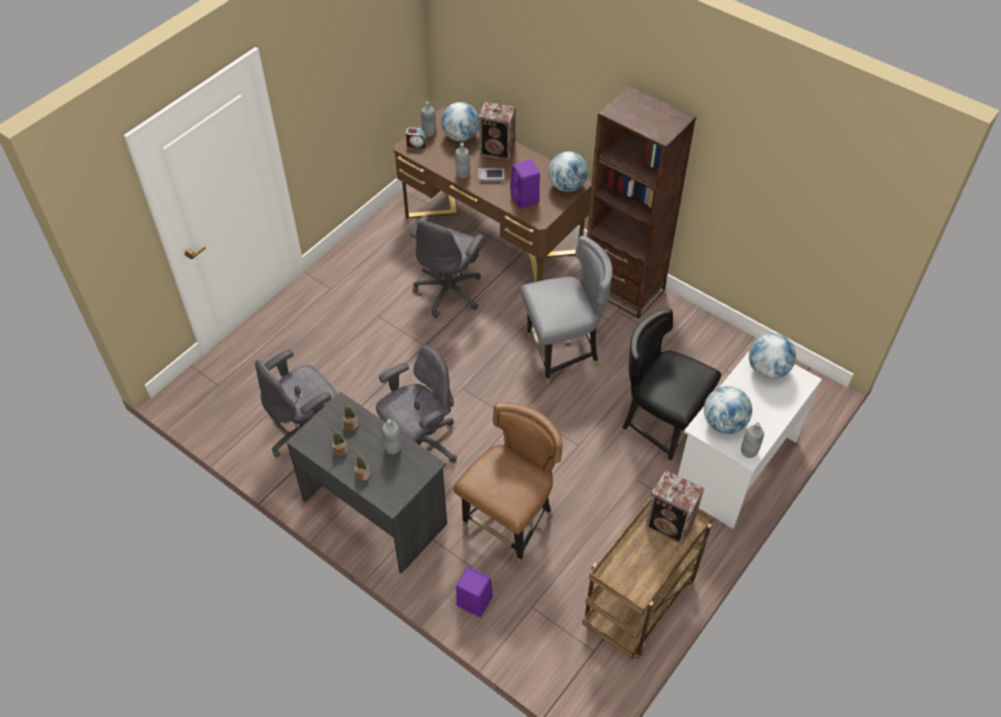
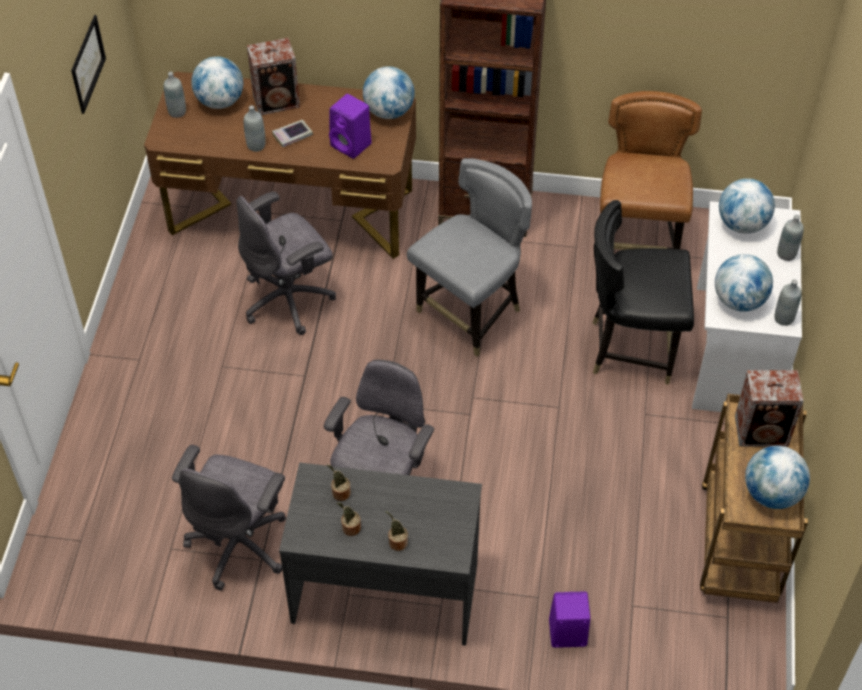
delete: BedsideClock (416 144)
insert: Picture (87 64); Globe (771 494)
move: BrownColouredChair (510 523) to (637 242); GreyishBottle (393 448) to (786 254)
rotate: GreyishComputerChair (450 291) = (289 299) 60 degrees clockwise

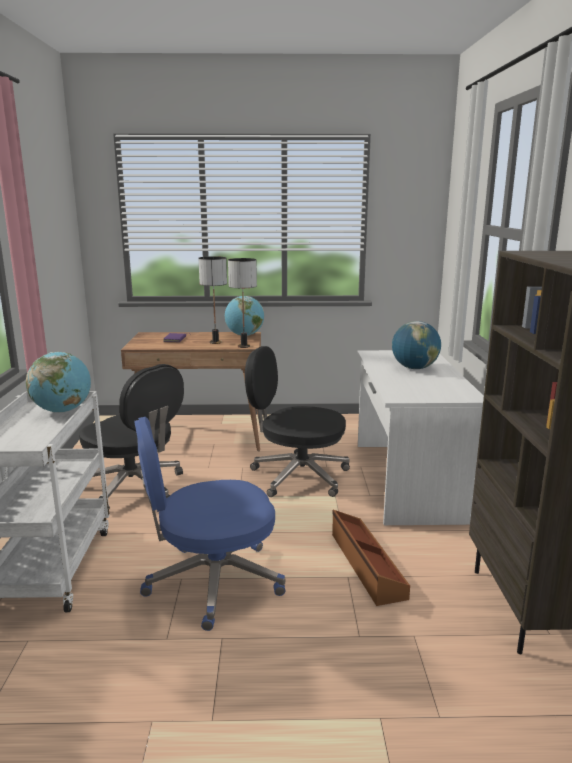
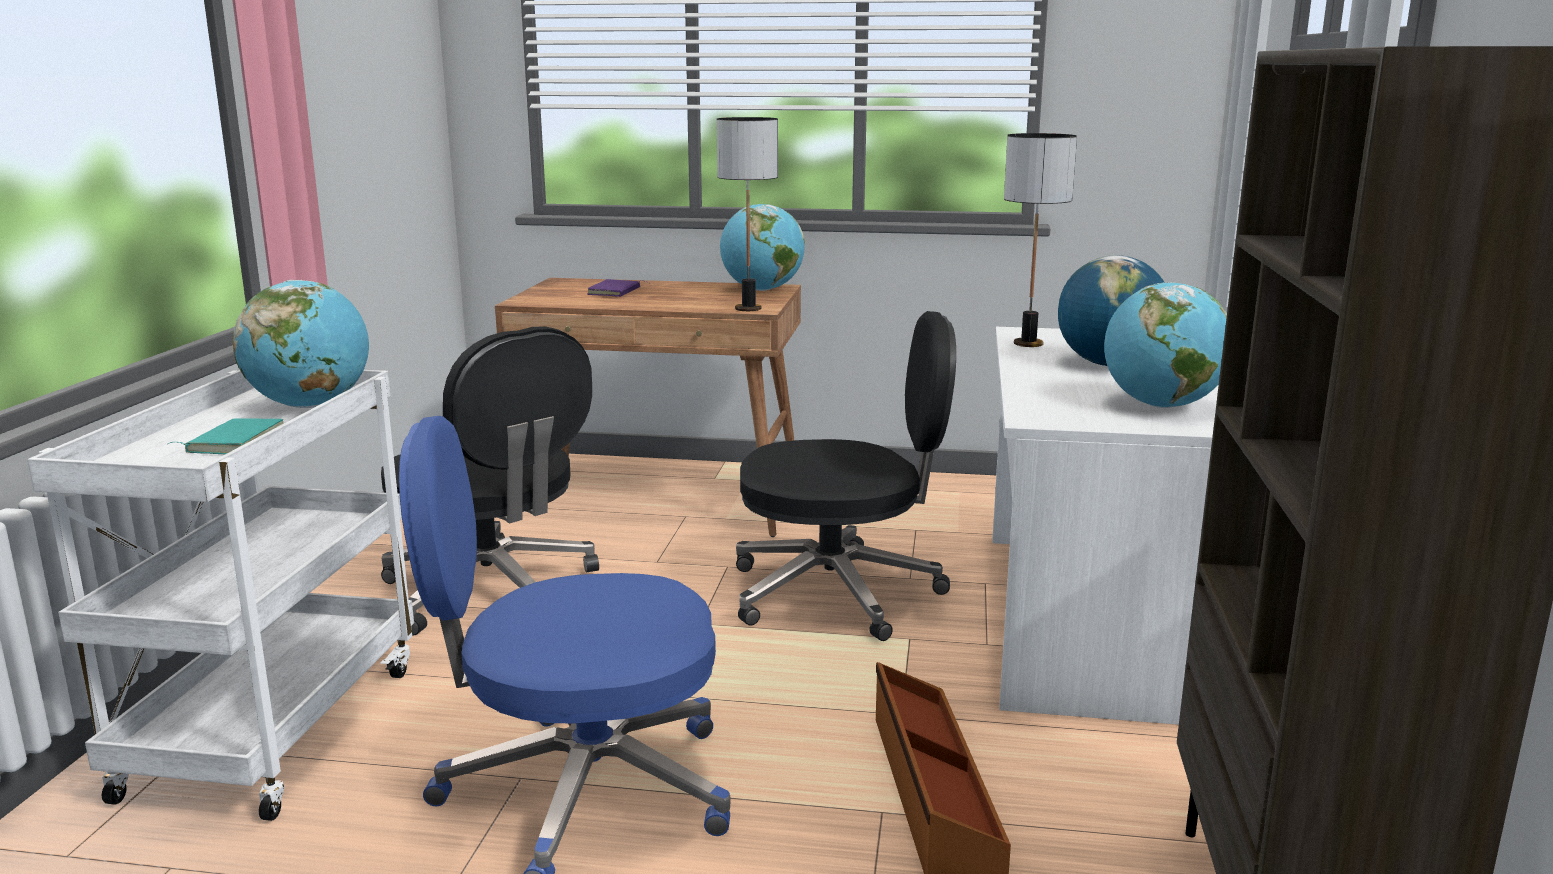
insert: TurquoiseBook (234 441); Globe (1161 406)
move: TableLamp (215 342) to (1027 344)
rotate: BlackishComputerChair (297 476) = (839 592) 150 degrees clockwise

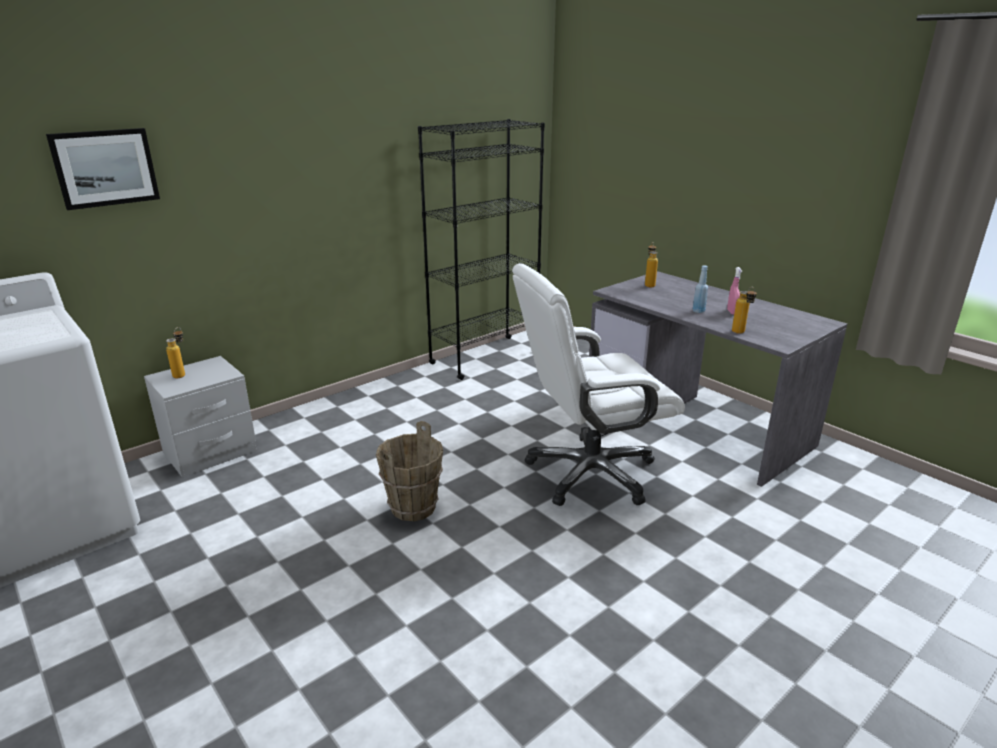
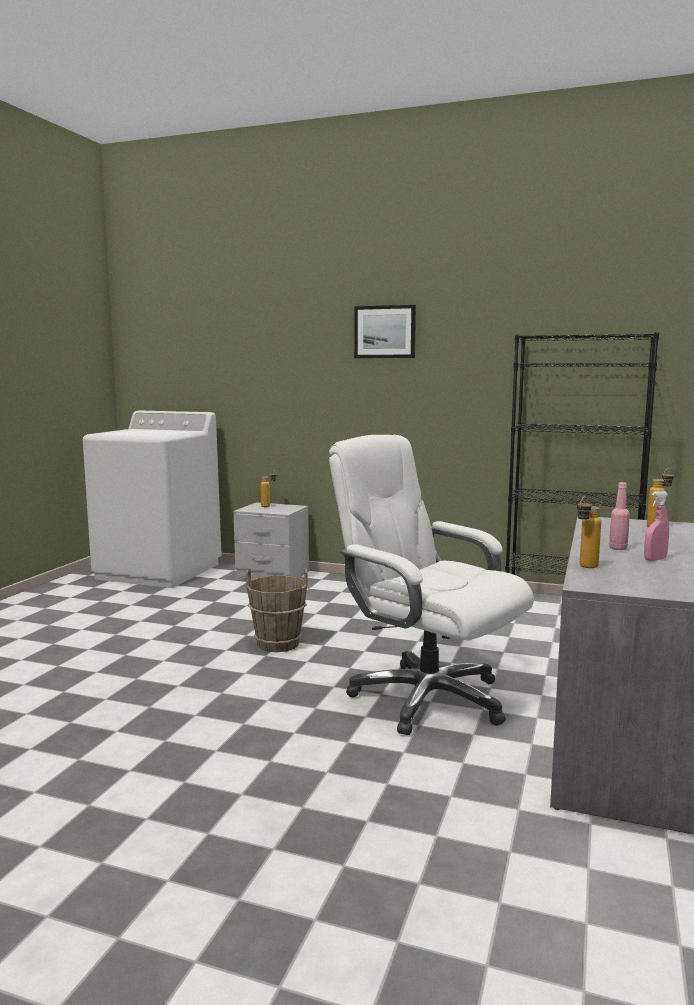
move: Picture (105 168) to (385 332)
recolor: BluishBottle (698 311) to PinkishBottle (618 548)

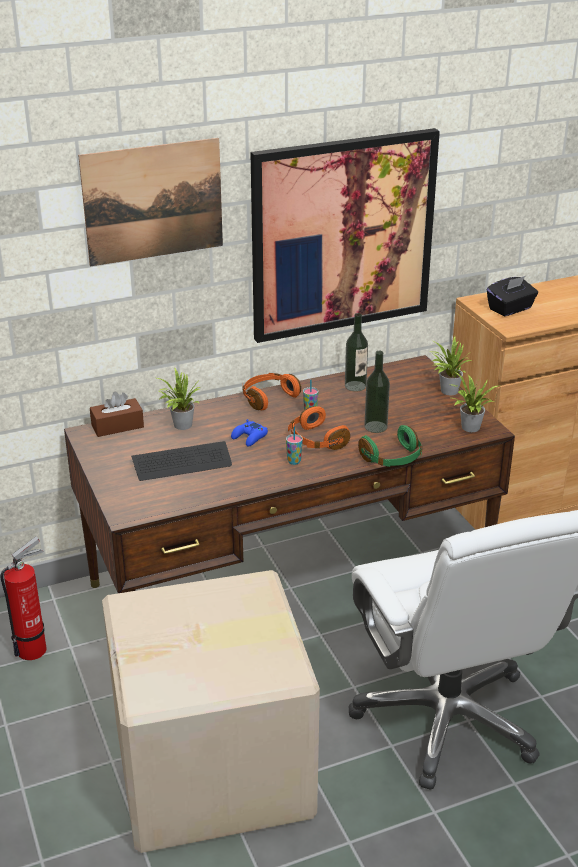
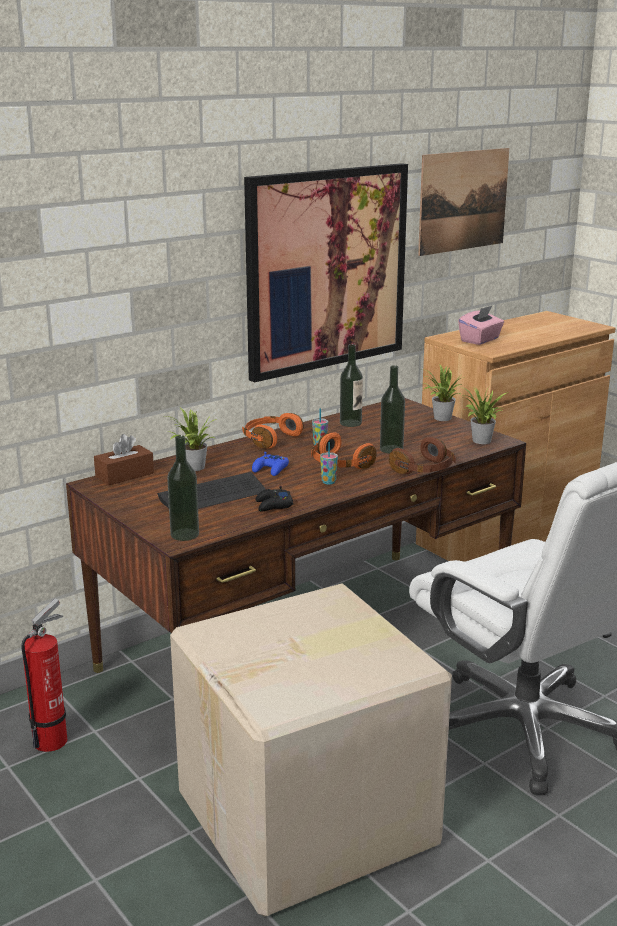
insert: Bottle (184 534); BlackishGamepad (273 505)
move: Picture (153 202) to (463 201)
recolor: GreenColouredPairOfHeadphones (393 459) to BrownColouredPairOfHeadphones (425 470); BlackishTissueBox (510 309) to PinkishTissueBox (480 340)

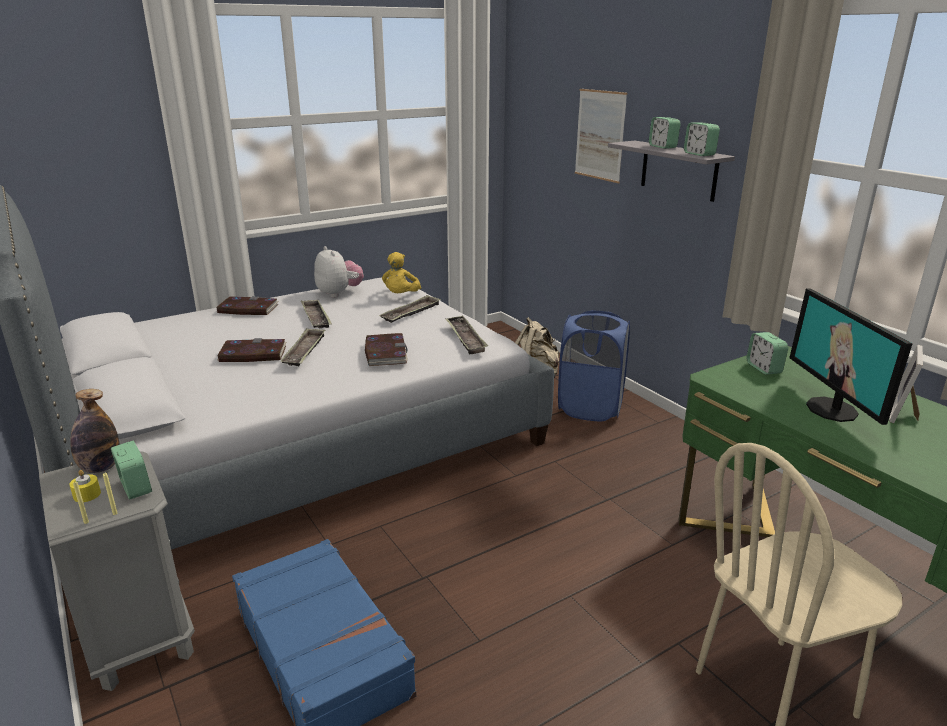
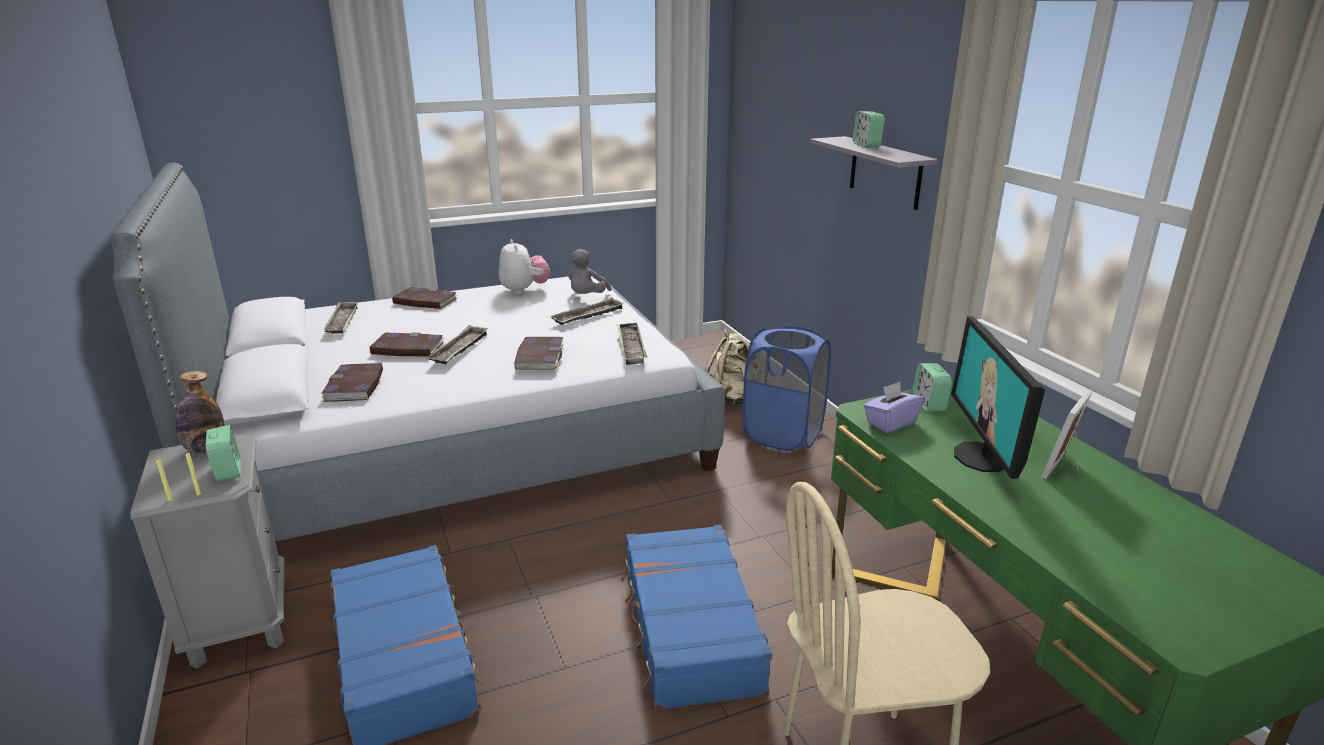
delete: YellowColouredCandle (87 495); Picture (600 135); BedsideClock (699 154)
insert: Book (354 386); BluishSuitcase (689 629); PurplishTissueBox (890 423)
move: ServingTray (316 318) to (342 322)
recolor: YellowColouredSoftToy (401 296) to GreyishSoftToy (587 297)

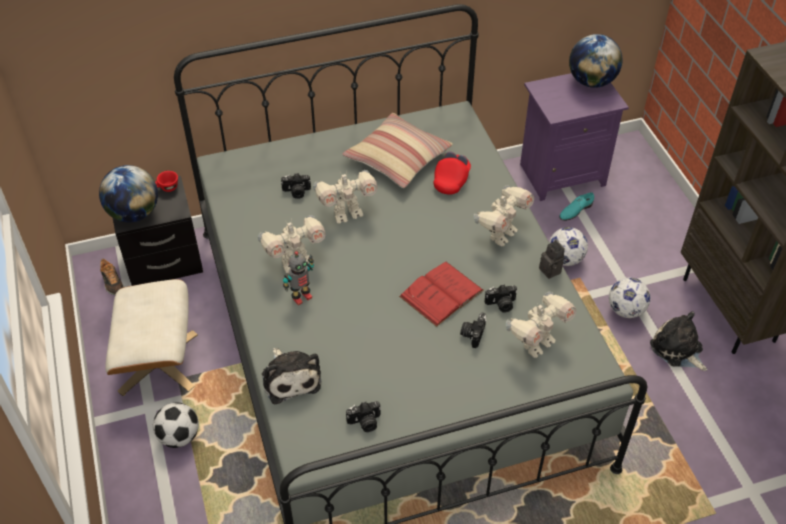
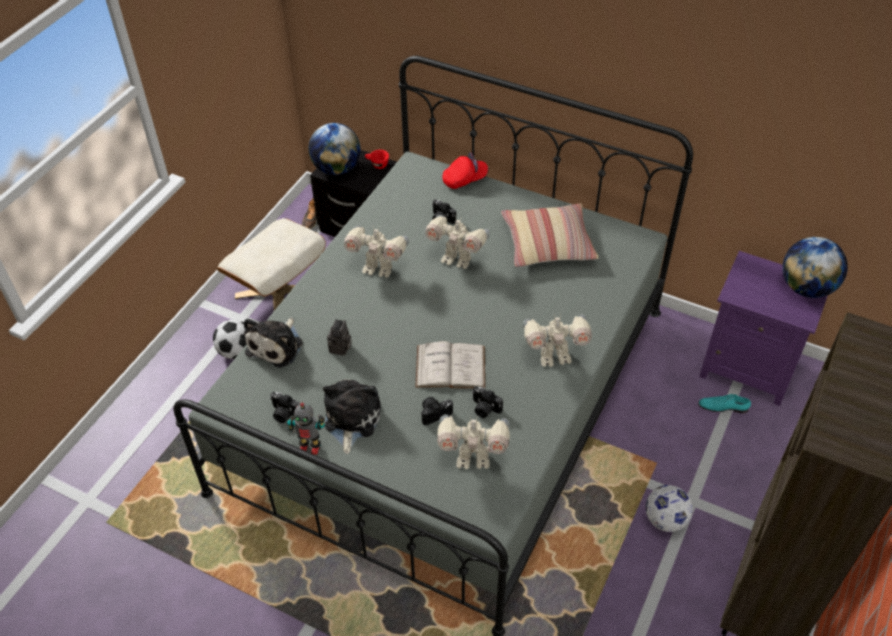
delete: Football (565 259)
move: ModelRobot (301 297) to (310 447); SoftToy (678 349) to (351 419); StillCamera (551 271) to (340 349); RedPeakedCap (451 180) to (465 179)
recolor: RedBook (441 293) to WhiteBook (450 366)

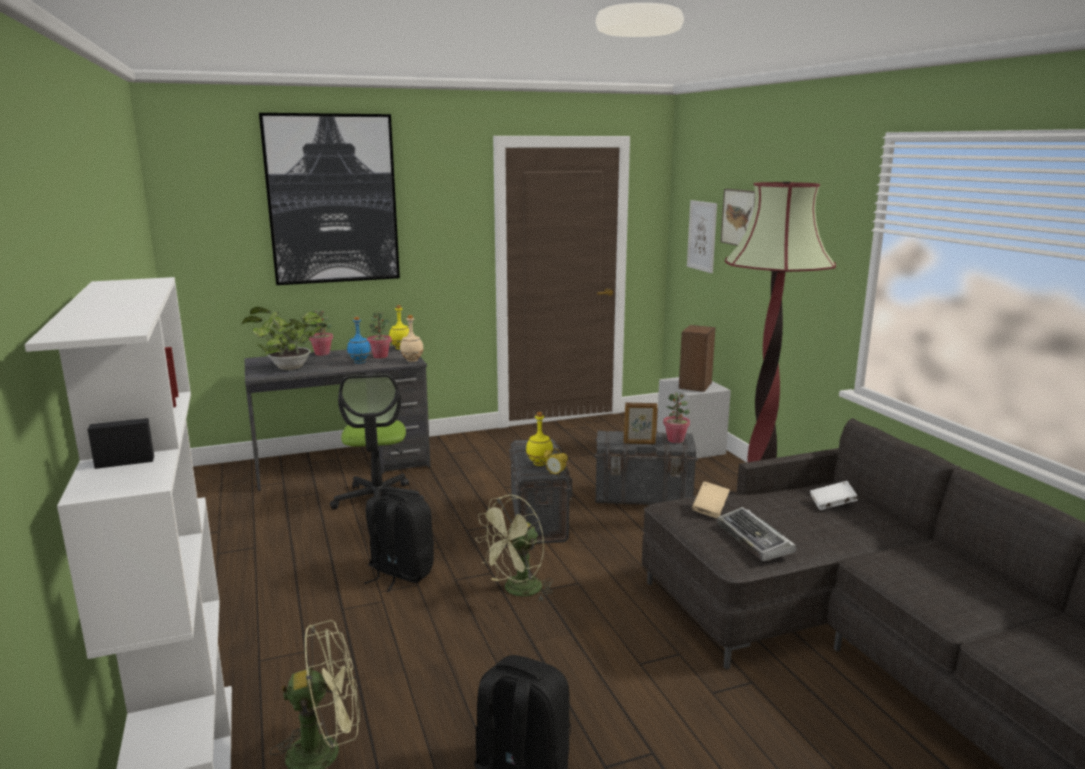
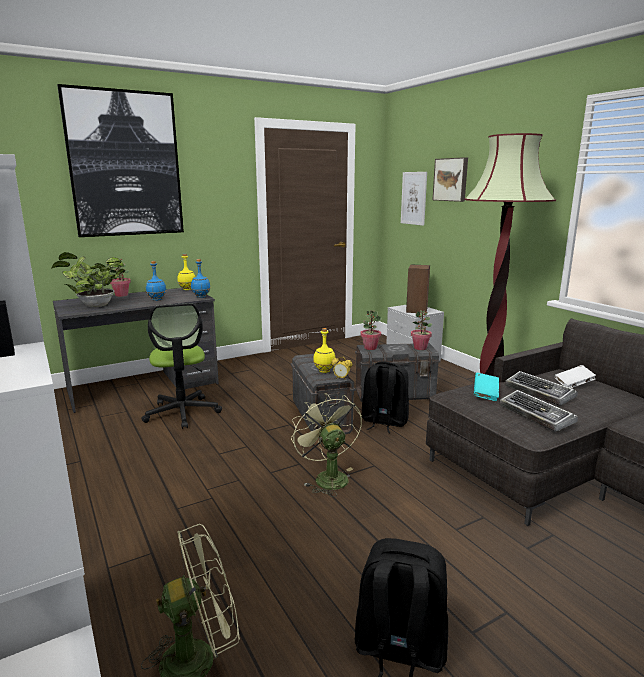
delete: PhotoFrame (639 443)
insert: ComputerKeyboard (540 393)
move: PlantInAPot (380 356) to (370 348); BlackishKnapsack (399 573) to (384 422)
recolor: SandColouredBottle (412 360) to BluishBottle (201 297); SandColouredBook (710 509) to TurquoiseBook (485 394)
rotate: GreenColouredElectricFan (517 591) = (327 477) 120 degrees clockwise

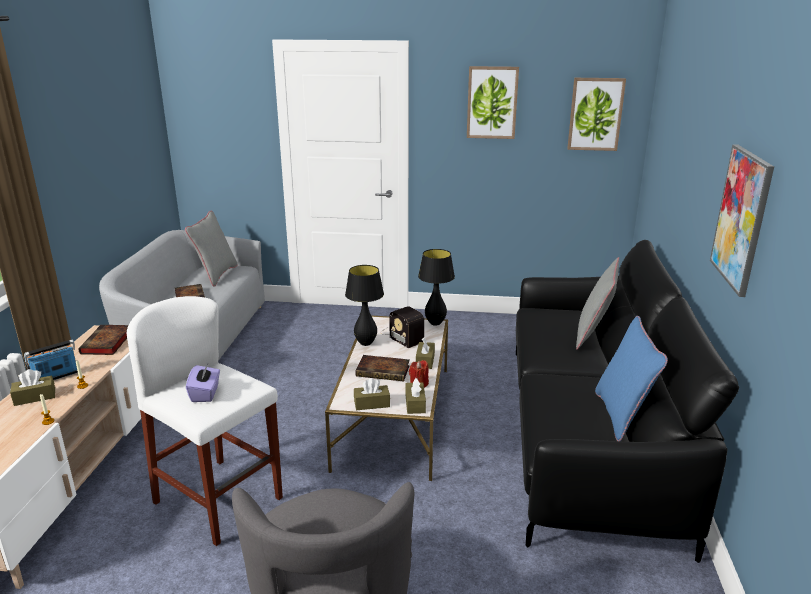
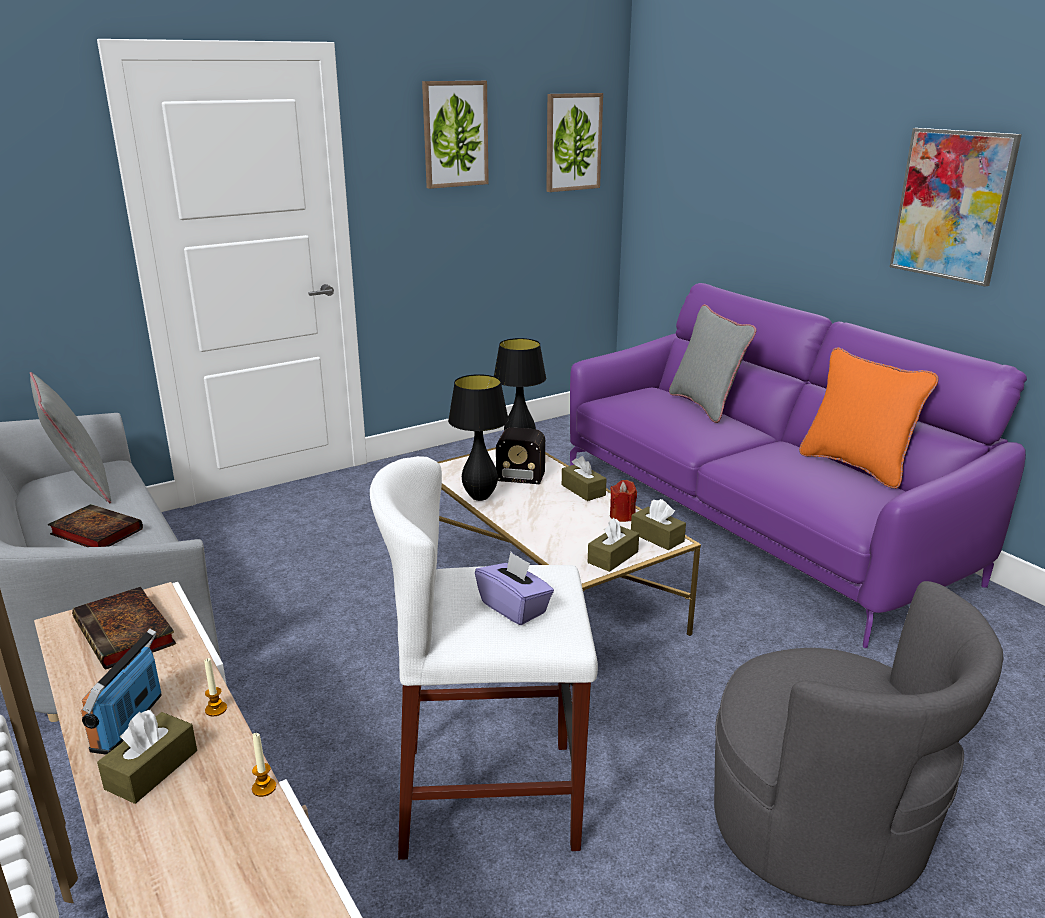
delete: Book (384 371)
recolor: BlackishSofa (587 435) to PurplishSofa (753 521); BluishCushion (622 415) to OrangeCushion (856 466)

